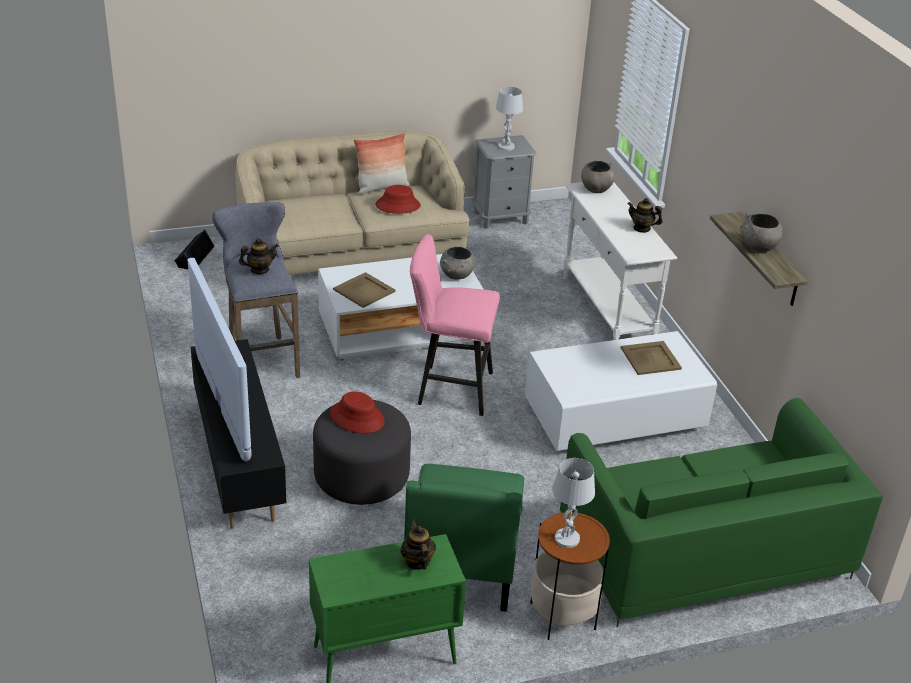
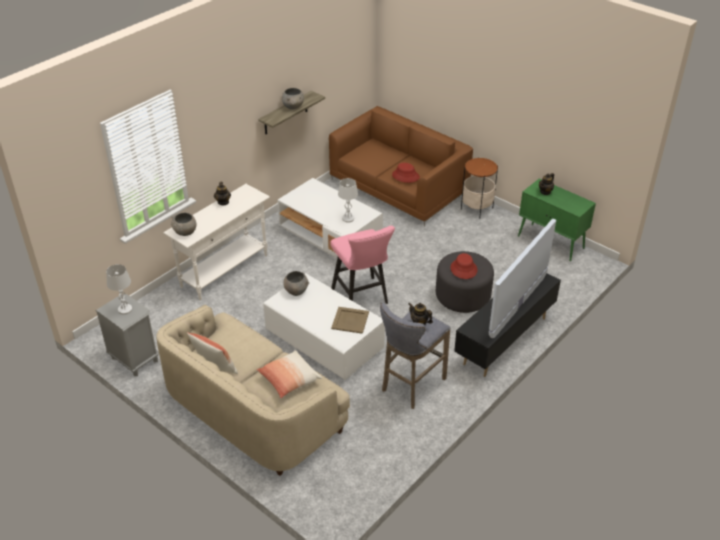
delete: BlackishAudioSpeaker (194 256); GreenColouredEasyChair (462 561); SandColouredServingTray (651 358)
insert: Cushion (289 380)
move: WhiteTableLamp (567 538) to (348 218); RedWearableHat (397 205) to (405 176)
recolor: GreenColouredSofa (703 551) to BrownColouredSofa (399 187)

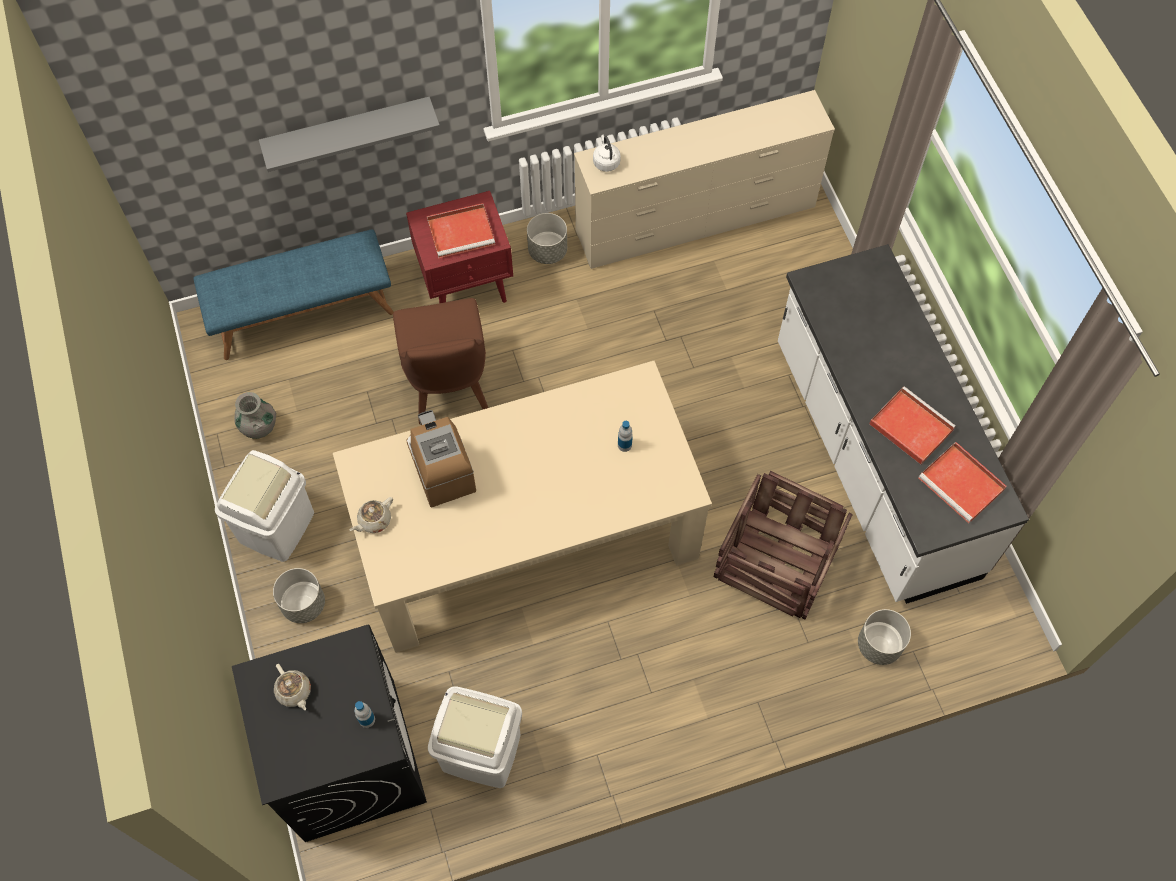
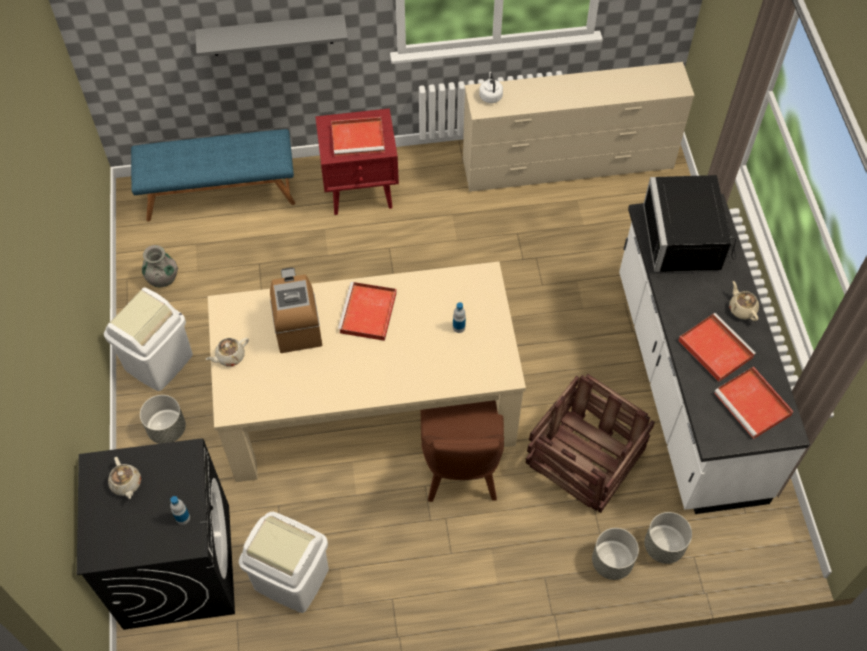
insert: RedServingTray (368 314); BlackishMicrowaveOven (688 239); SandColouredTeaPot (742 309)
move: BrownColouredChair (448 385) to (460 467); GreyishPlantPot (547 250) to (611 561)

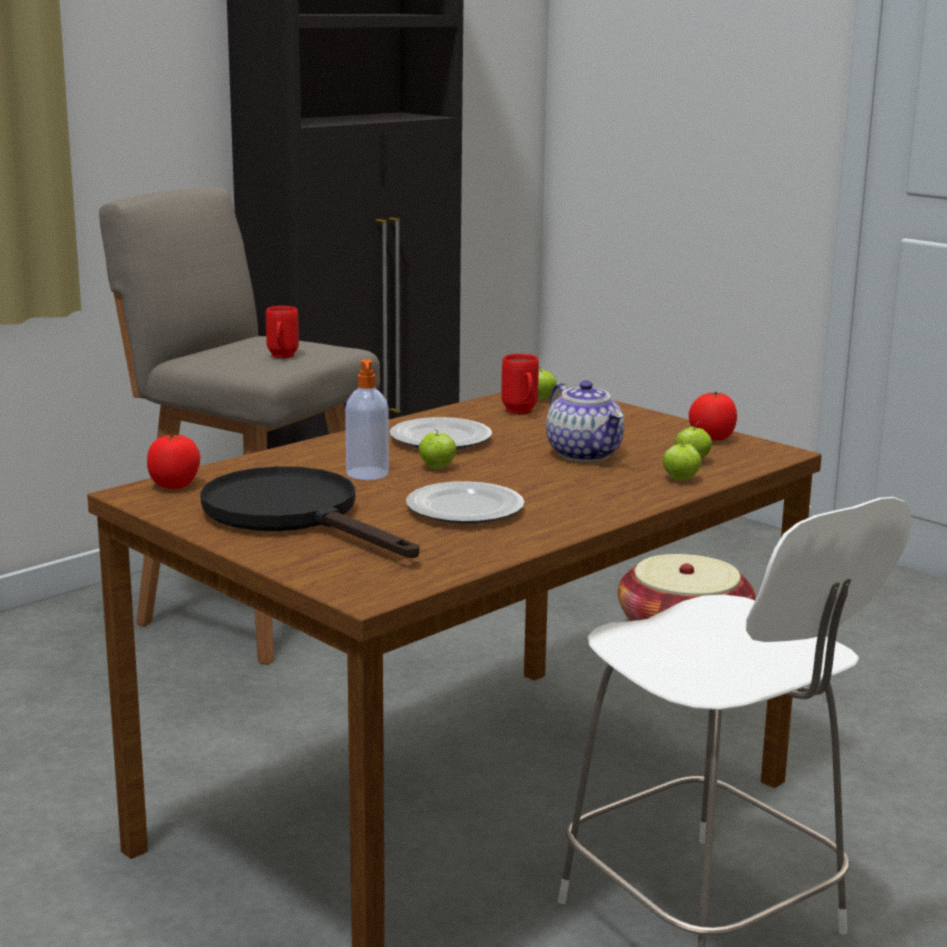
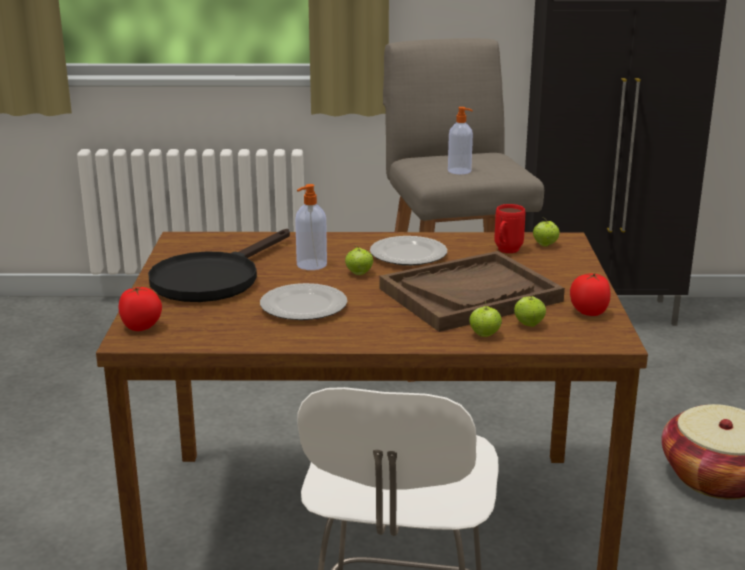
move: Tomato (175 486) to (141 327)
replace: TeaPot (585 454) to BrownColouredServingTray (470 295); RedMug (281 357) to SoapBottle (460 171)
rotate: BlackishSkillet (295 516) = (214 278) 150 degrees counterclockwise

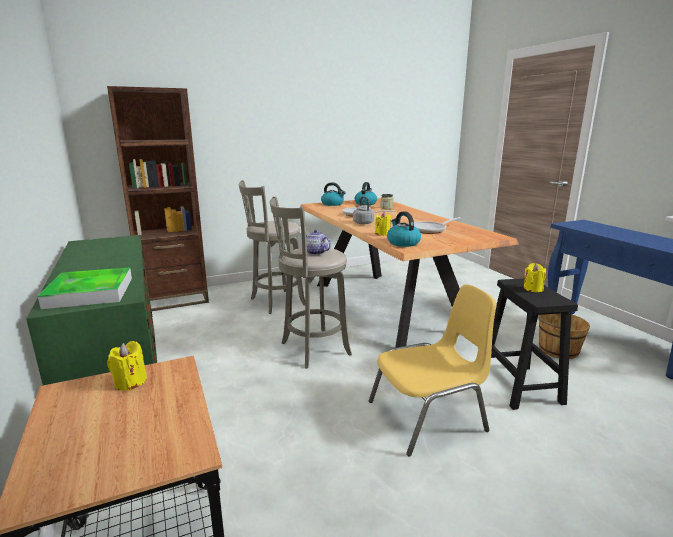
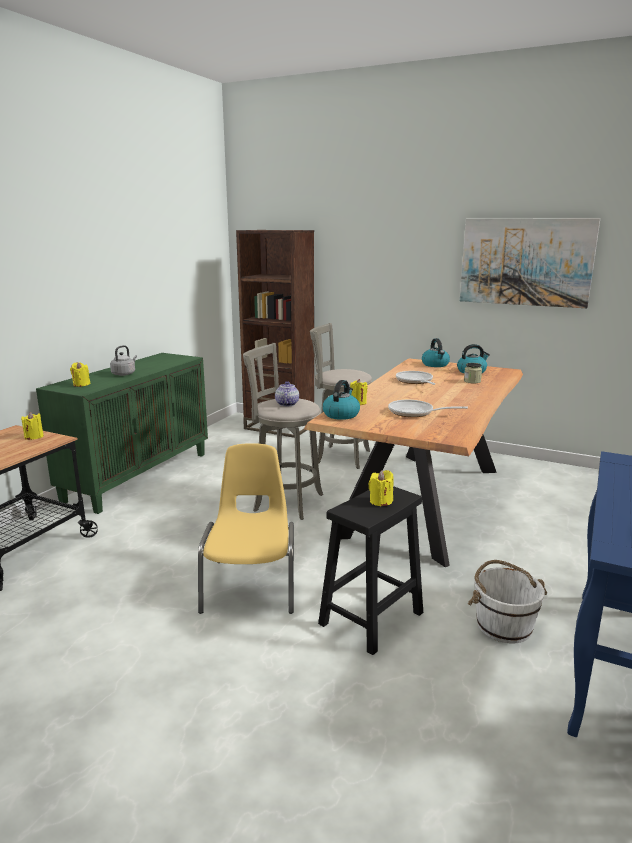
insert: Picture (525 262)
move: GreyishWaterKettle (362 223) to (124 374)
replace: ServingTray (90 292) to YellowColouredCandle (81 384)
recolor: BrownColouredWaterBucket (557 349) to WhiteWaterBucket (503 625)
rotate: YellowColouredChair (428 416) = (251 584) 120 degrees counterclockwise

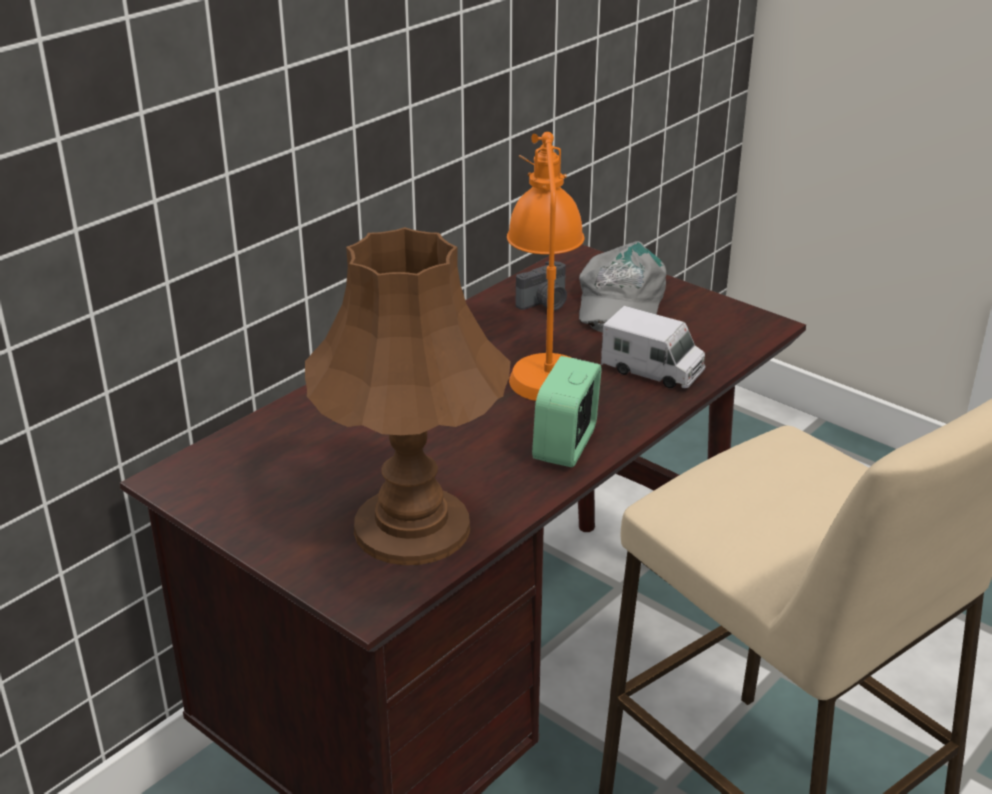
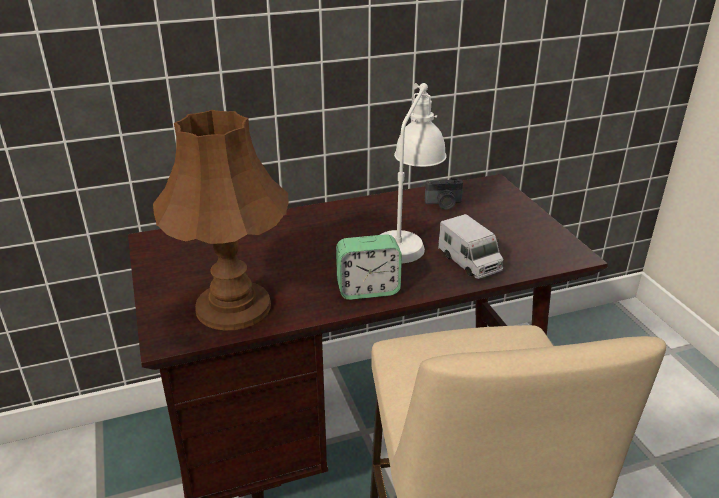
delete: GreyishPeakedCap (619 301)
recolor: OrangeTableLamp (544 363) to WhiteTableLamp (406 238)
rotate: BedsideClock (566 446) = (368 290) 150 degrees counterclockwise

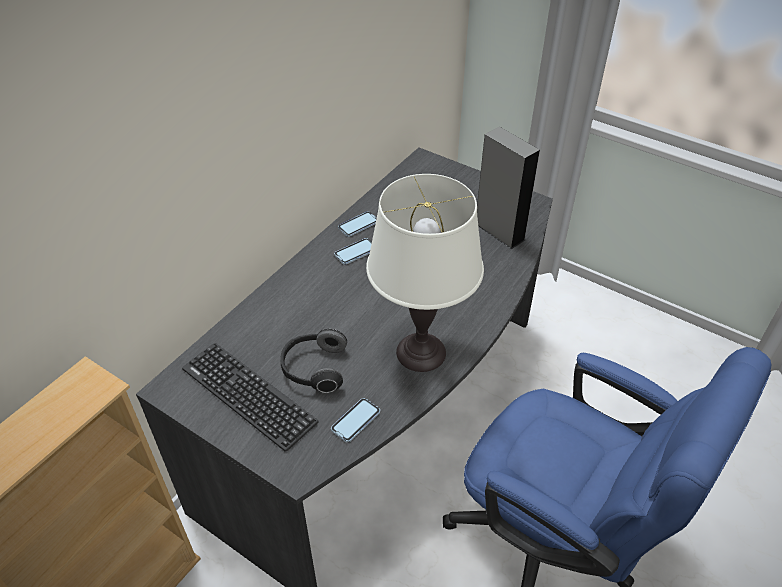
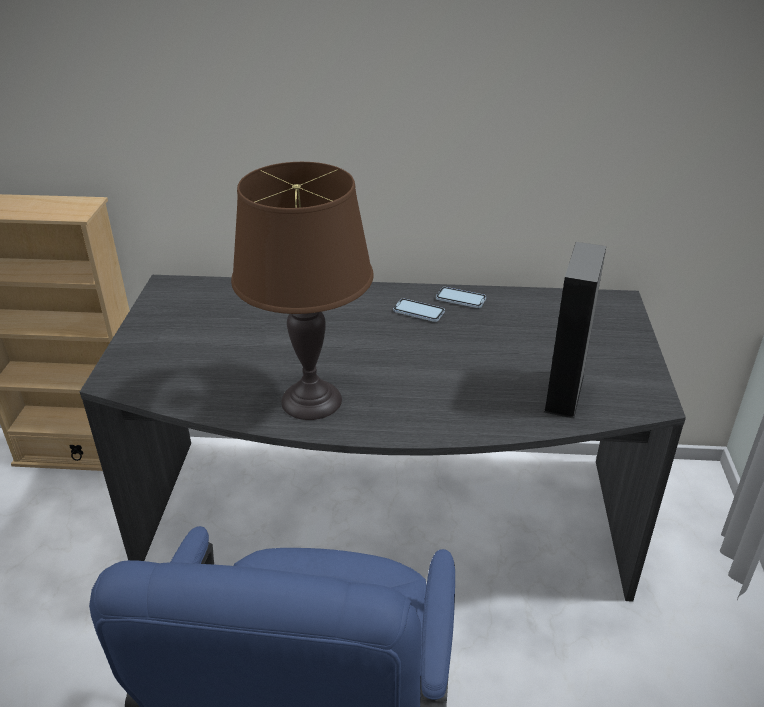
delete: ComputerKeyboard (248 395); PairOfHeadphones (314 369); Handset (355 421)
recolor: WhiteTableLamp (421 352) to BrownColouredTableLamp (311 401)

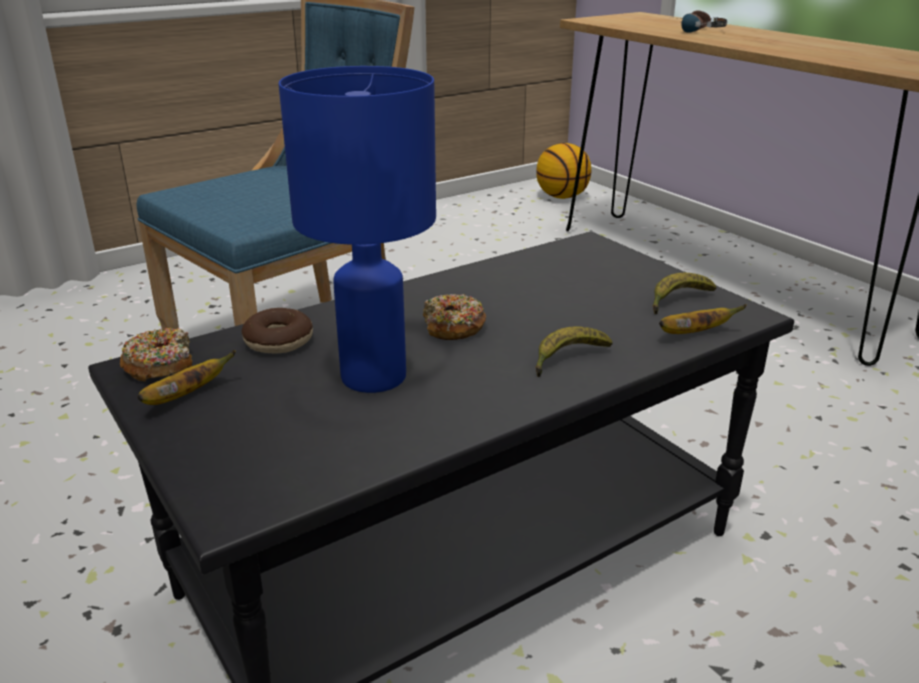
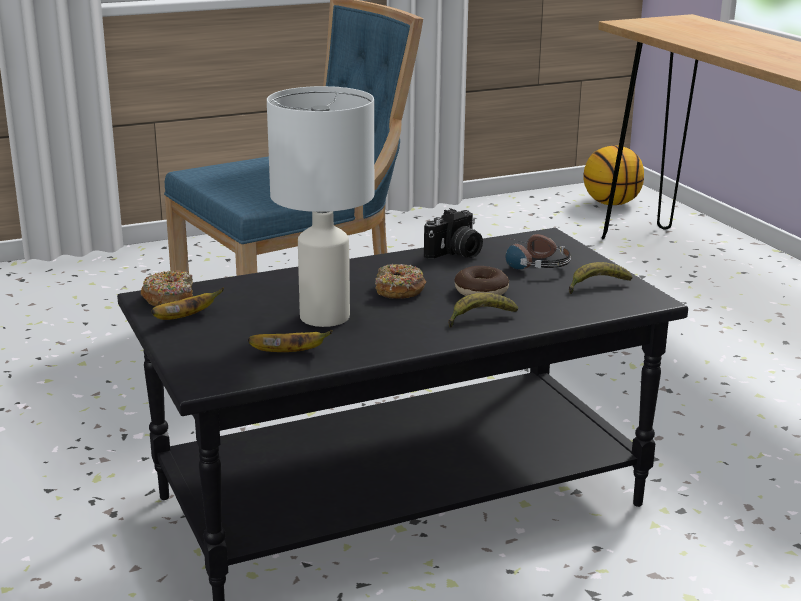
insert: StillCamera (455 253)
move: Banana (694 333) to (289 353); RingDoughnut (278 341) to (481 291); PairOfHeadphones (694 30) to (529 263)
recolor: BluishTableLamp (371 377) to WhiteTableLamp (323 317)

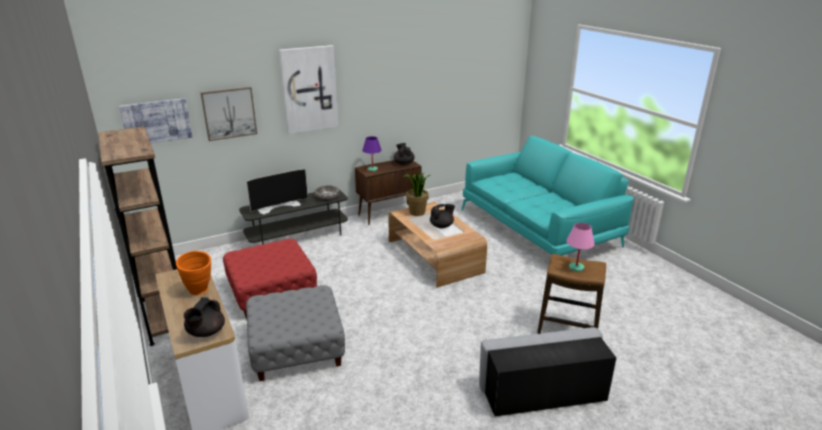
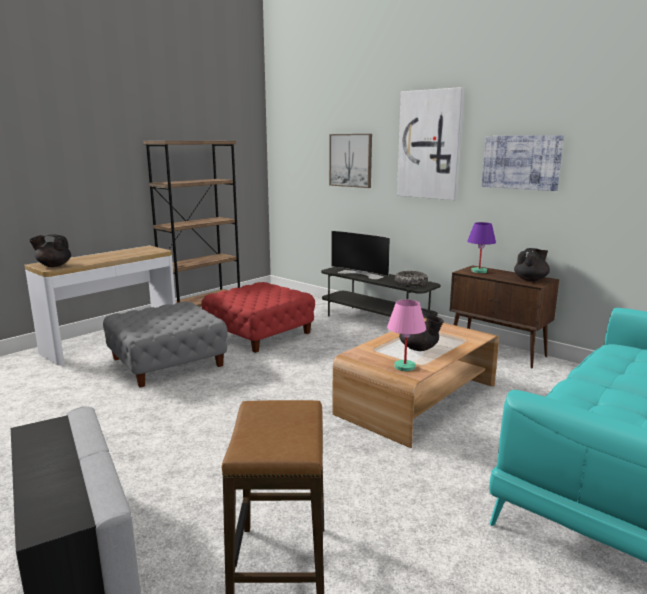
delete: OrangeVase (200 292); PlantInAPot (417 212)
move: PinkishTableLamp (576 268) to (404 367); Picture (156 121) to (521 162)

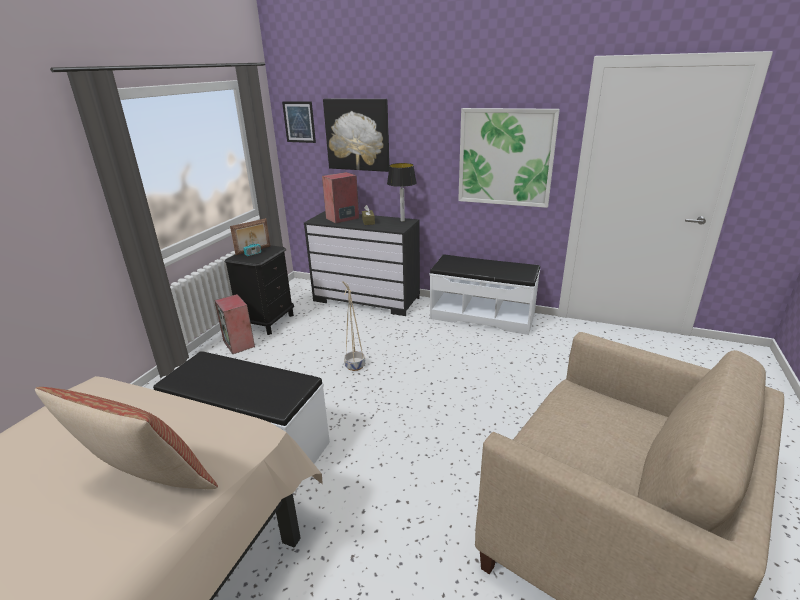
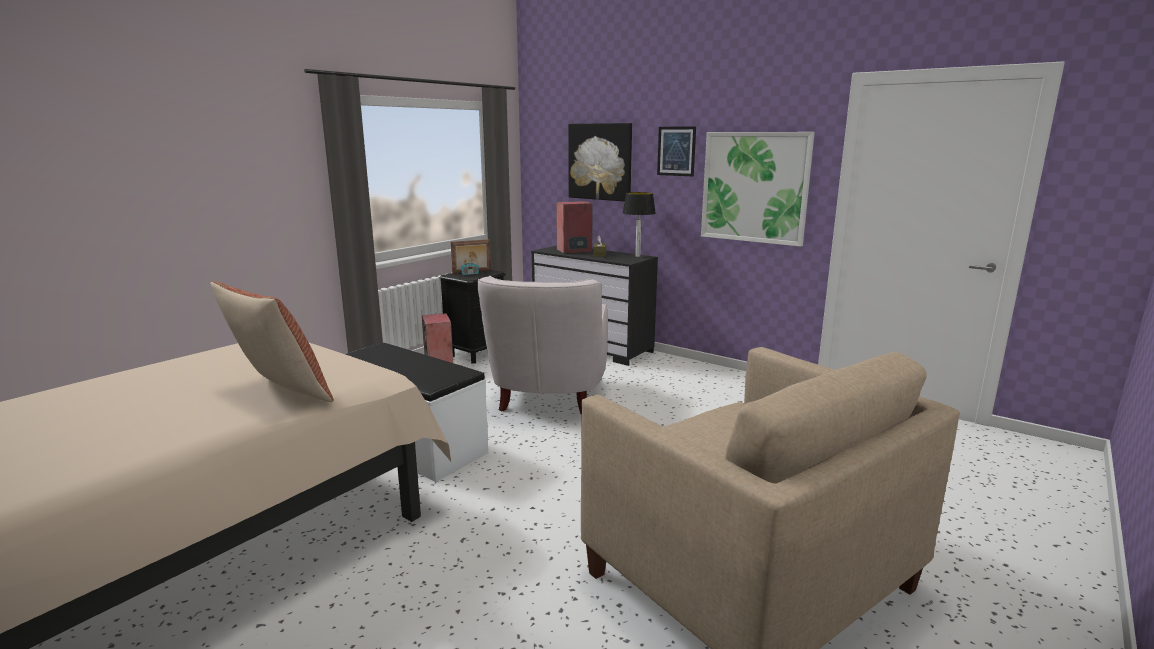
delete: WhiteIndoorBench (482 316)
move: Picture (299 122) to (676 151)
replace: SandColouredPlantPot (354 366) to WhiteEasyChair (548 399)

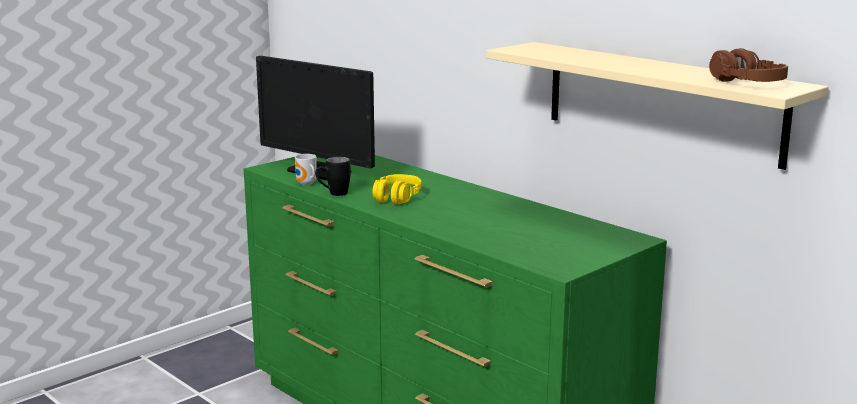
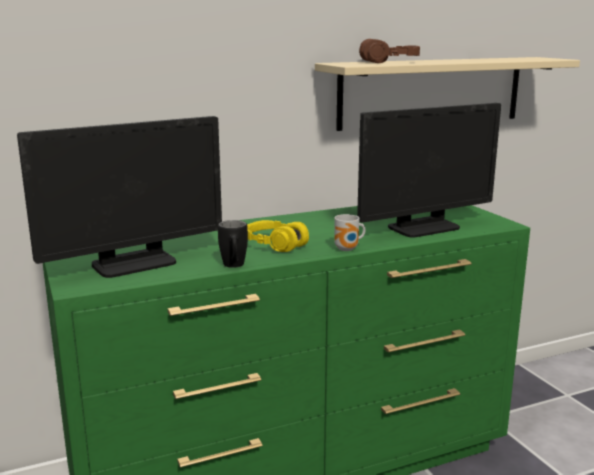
insert: Monitor (423 227)
move: Mug (306 184) to (348 249); BrownColouredPairOfHeadphones (746 83) to (389 62)

